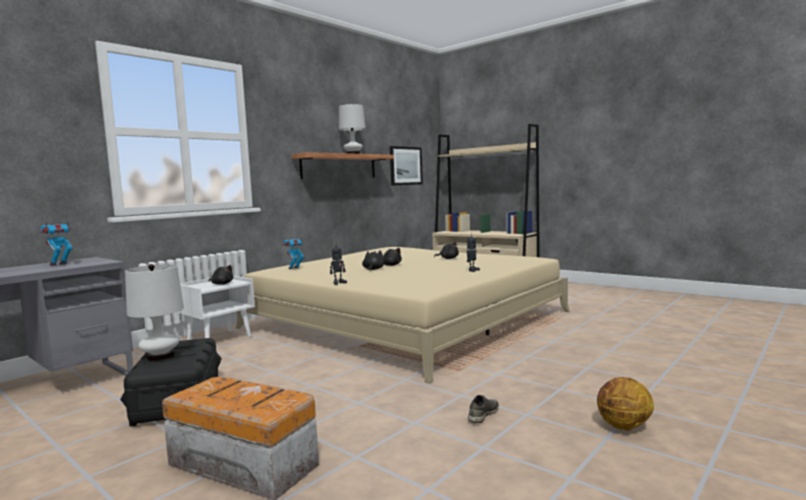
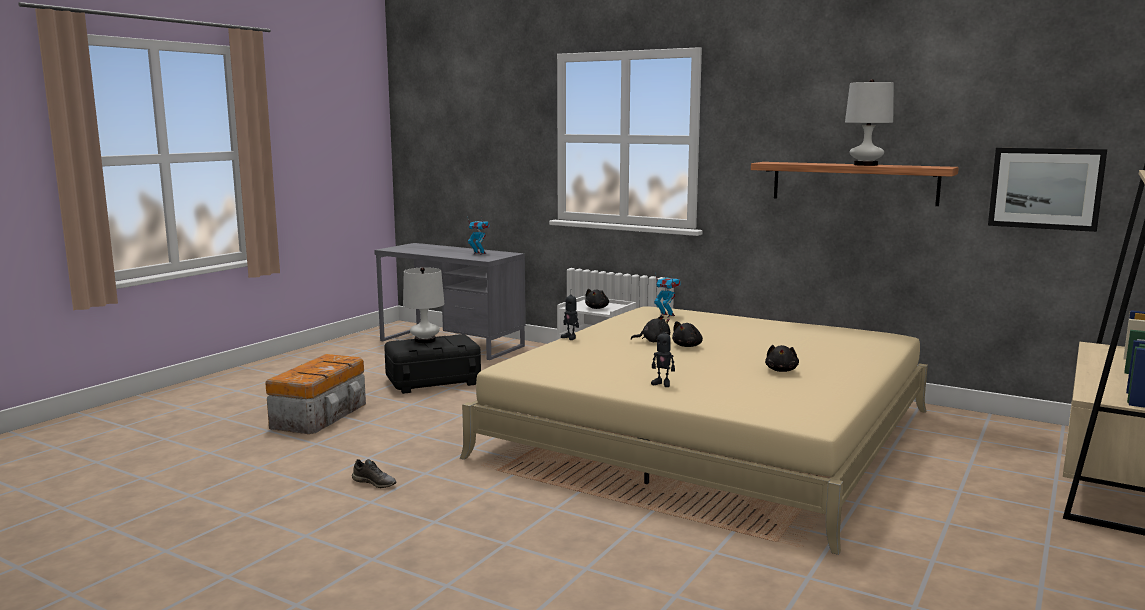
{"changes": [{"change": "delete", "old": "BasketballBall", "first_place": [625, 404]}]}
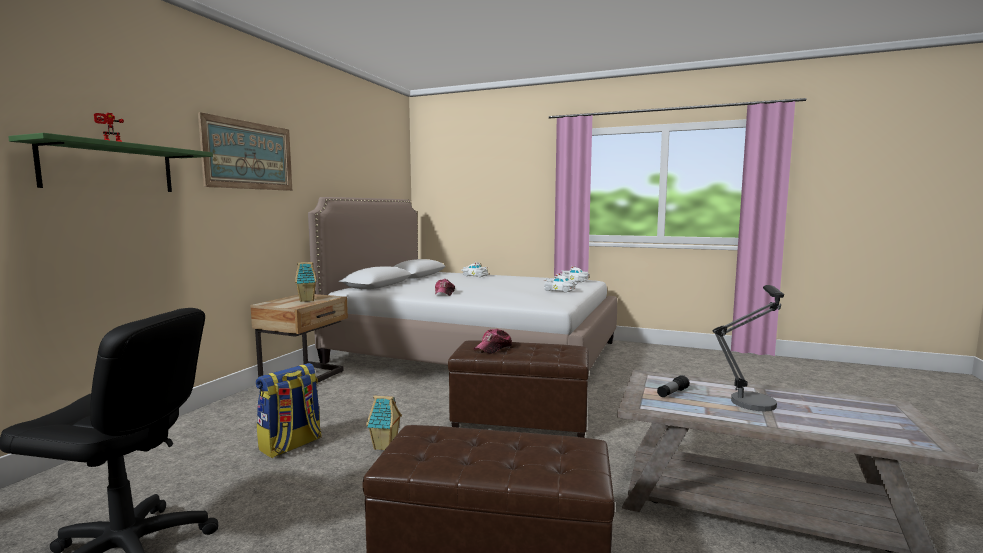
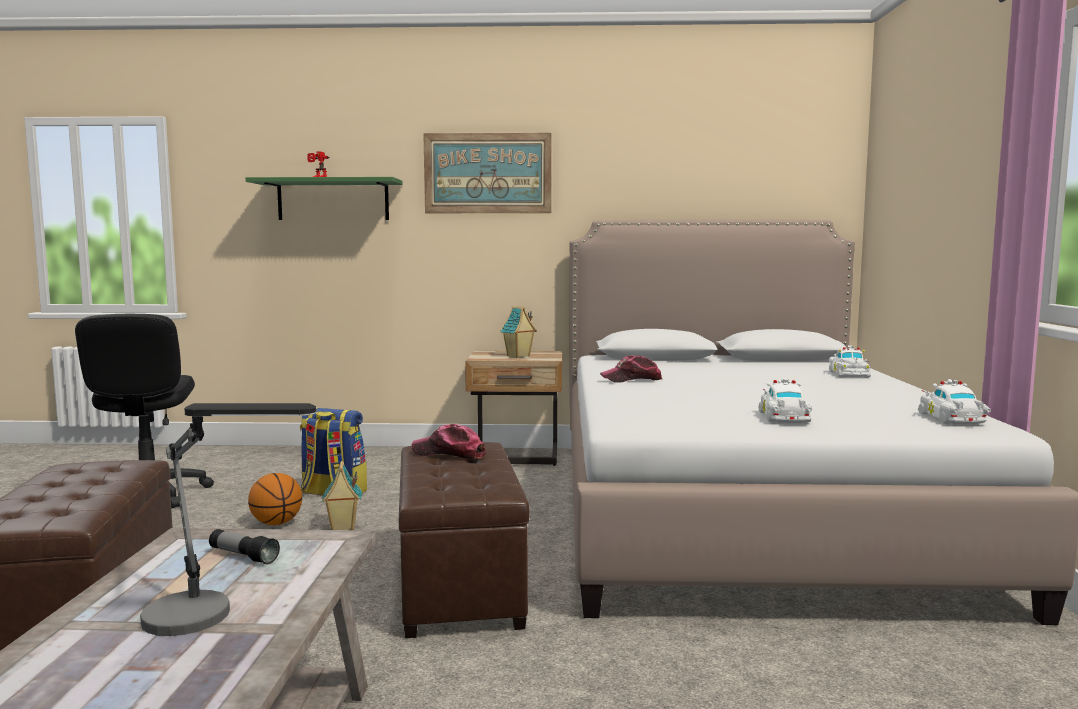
{"changes": [{"change": "insert", "new": "BasketballBall", "second_place": [275, 499]}]}
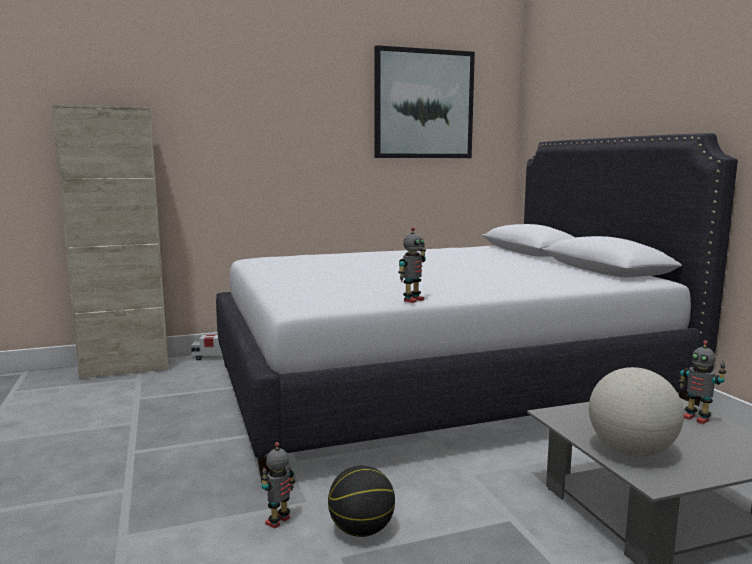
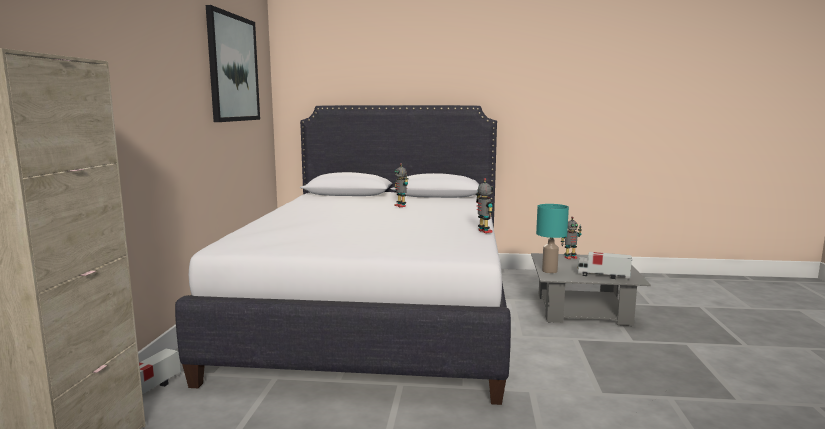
{"changes": [{"change": "replace", "old": "WorldGlobe", "new": "ToyLorry", "first_place": [636, 412], "second_place": [604, 265]}, {"change": "move", "old": "RobotFigure", "first_place": [278, 485], "second_place": [401, 185]}, {"change": "delete", "old": "BasketballBall", "first_place": [361, 501]}, {"change": "insert", "new": "BlueGreenTabletopLamp", "second_place": [552, 239]}]}
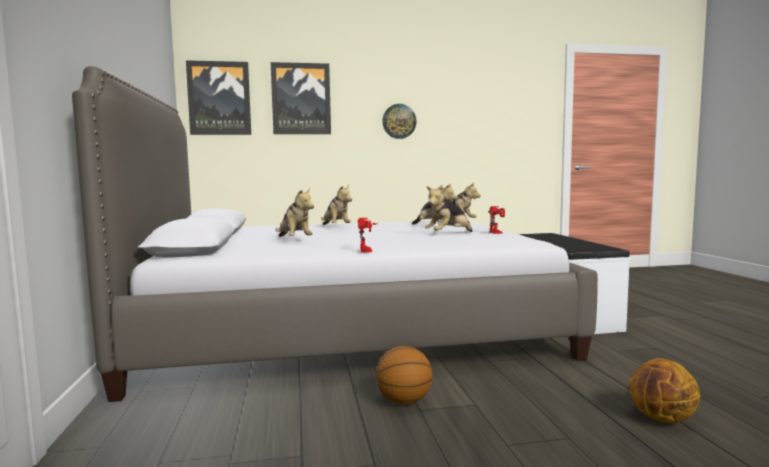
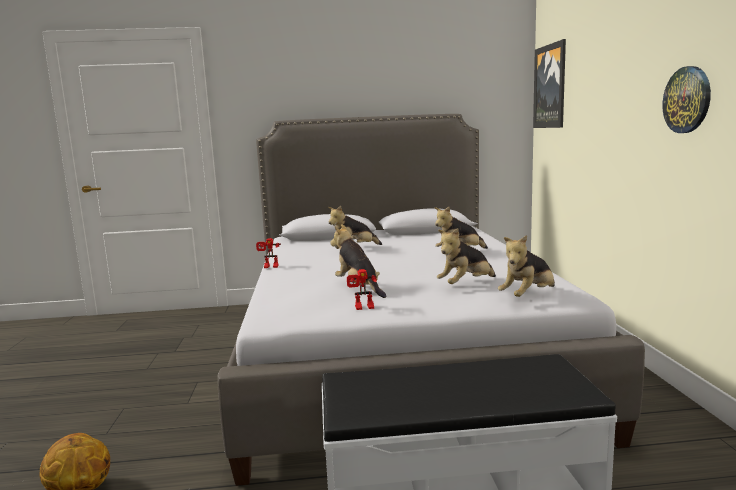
{"changes": [{"change": "delete", "old": "WallPicture", "first_place": [301, 98]}, {"change": "delete", "old": "BasketballBall", "first_place": [404, 375]}]}
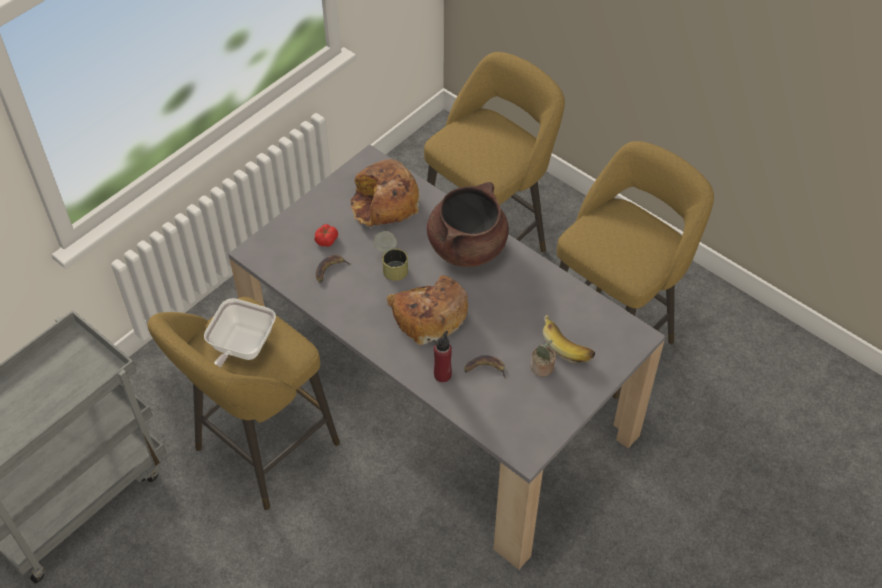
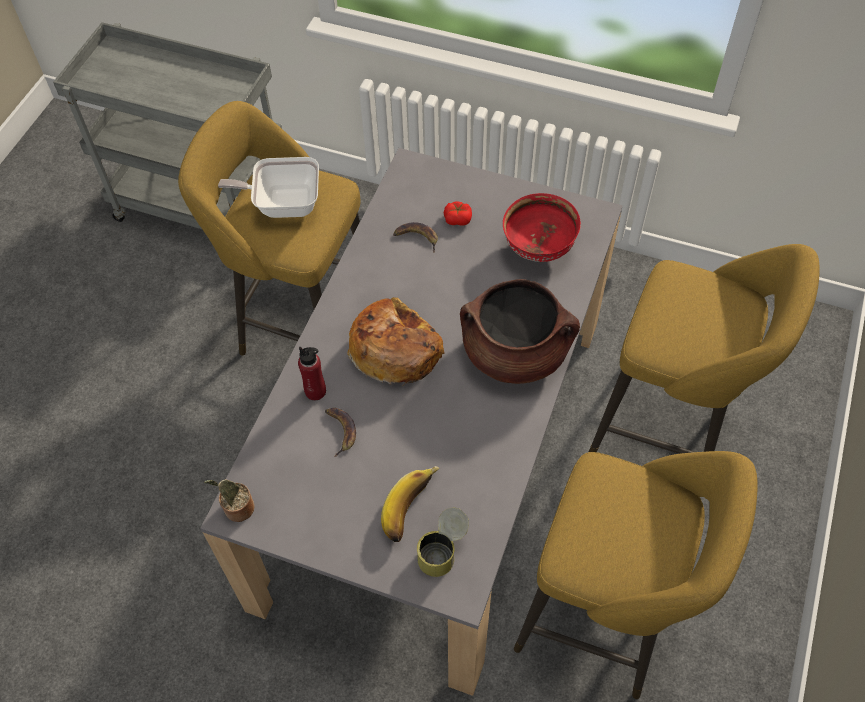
{"changes": [{"change": "replace", "old": "Bread", "new": "RedColouredServingBowl", "first_place": [385, 193], "second_place": [542, 227]}, {"change": "move", "old": "SealedCan", "first_place": [391, 256], "second_place": [443, 542]}, {"change": "move", "old": "PottedPlant", "first_place": [543, 358], "second_place": [229, 500]}]}
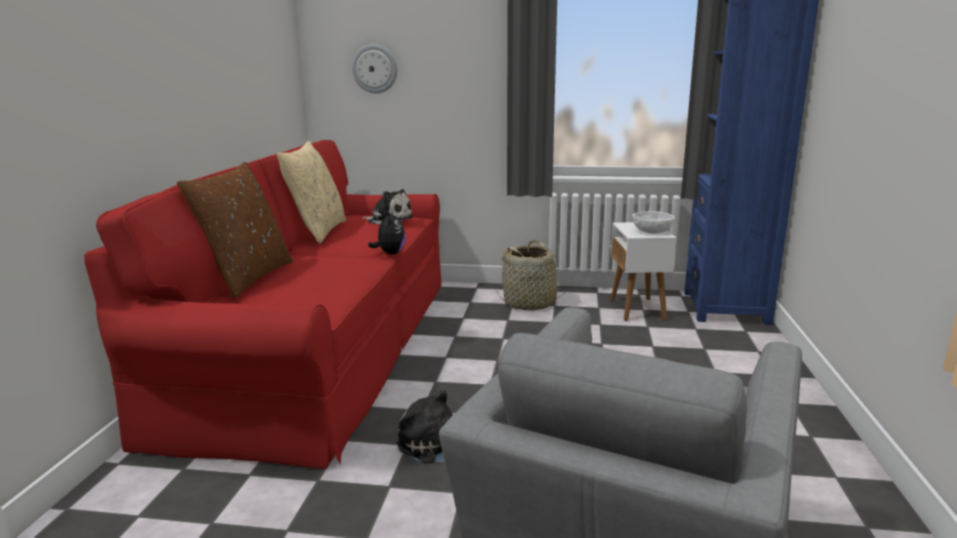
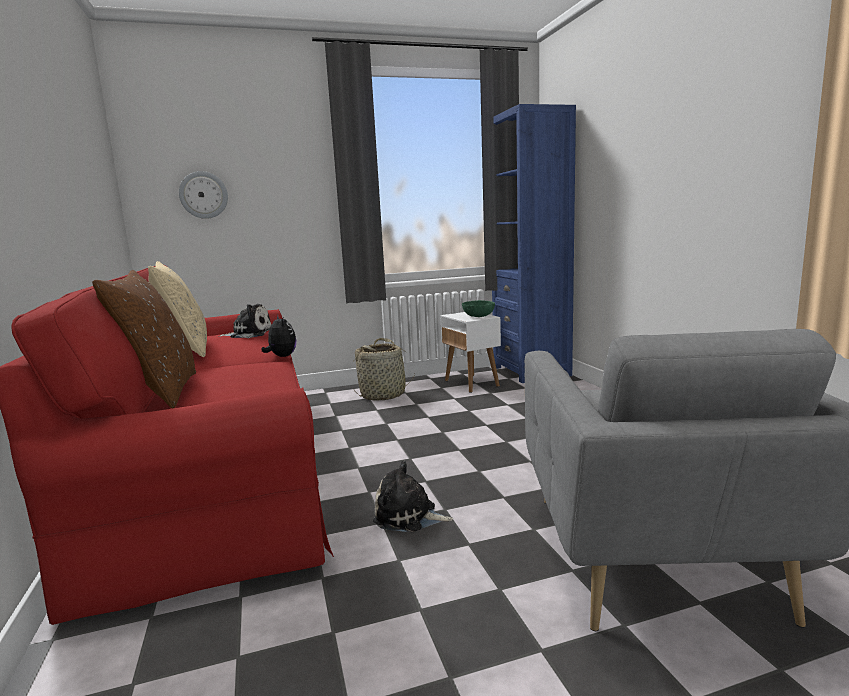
{"changes": [{"change": "recolor", "old": "WhitishServingBowl", "new": "GreenishServingBowl", "first_place": [653, 222], "second_place": [478, 308]}]}
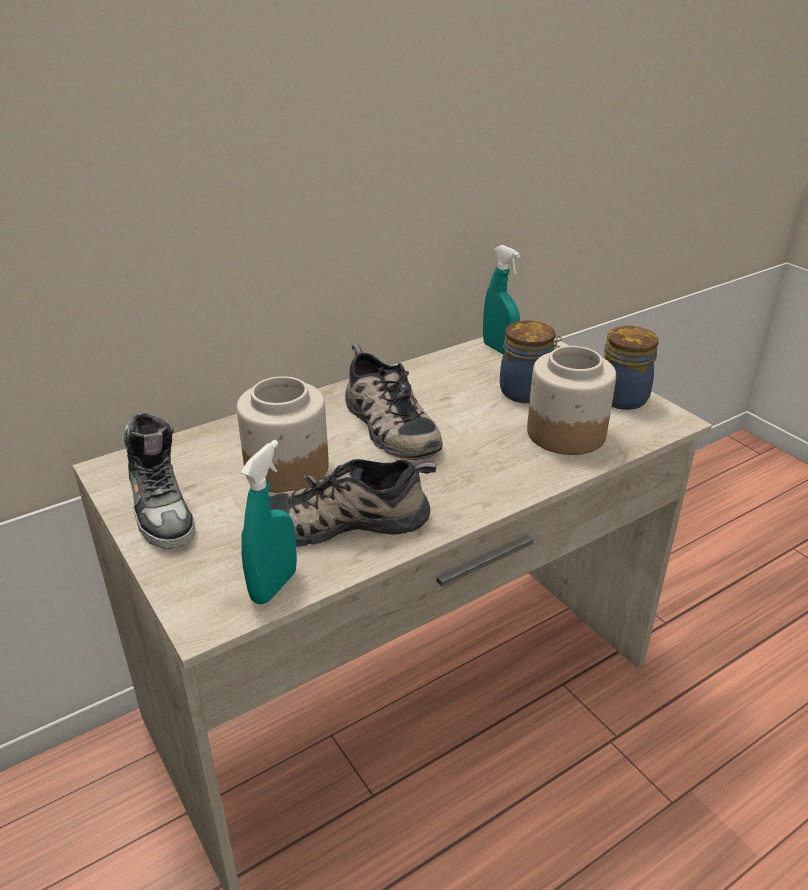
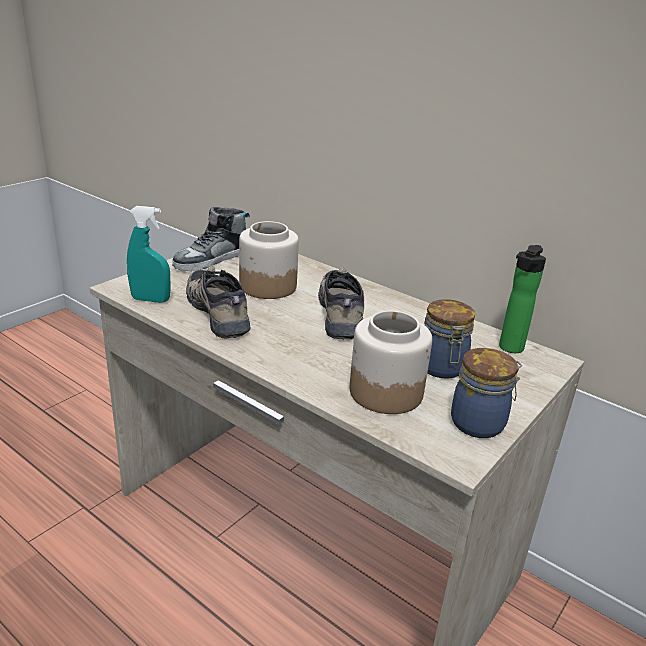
{"changes": [{"change": "replace", "old": "BlueGreenHandSprayer", "new": "Bottle", "first_place": [502, 299], "second_place": [522, 299]}, {"change": "rotate", "old": "Shoe", "first_place": [394, 402], "second_place": [341, 303], "degrees": 135}]}
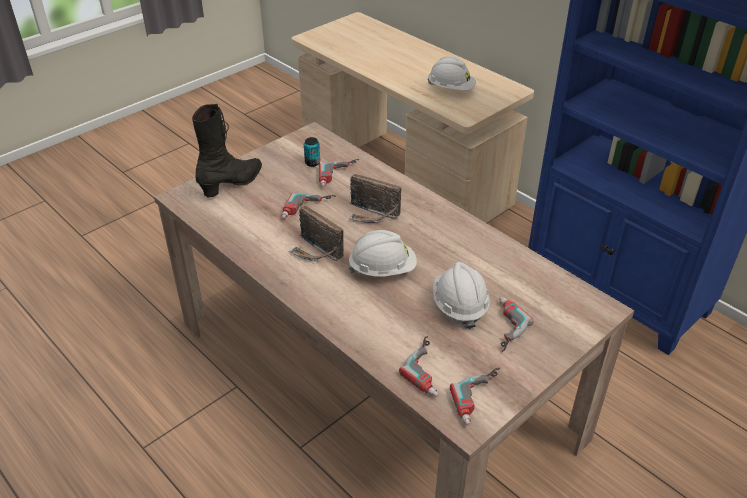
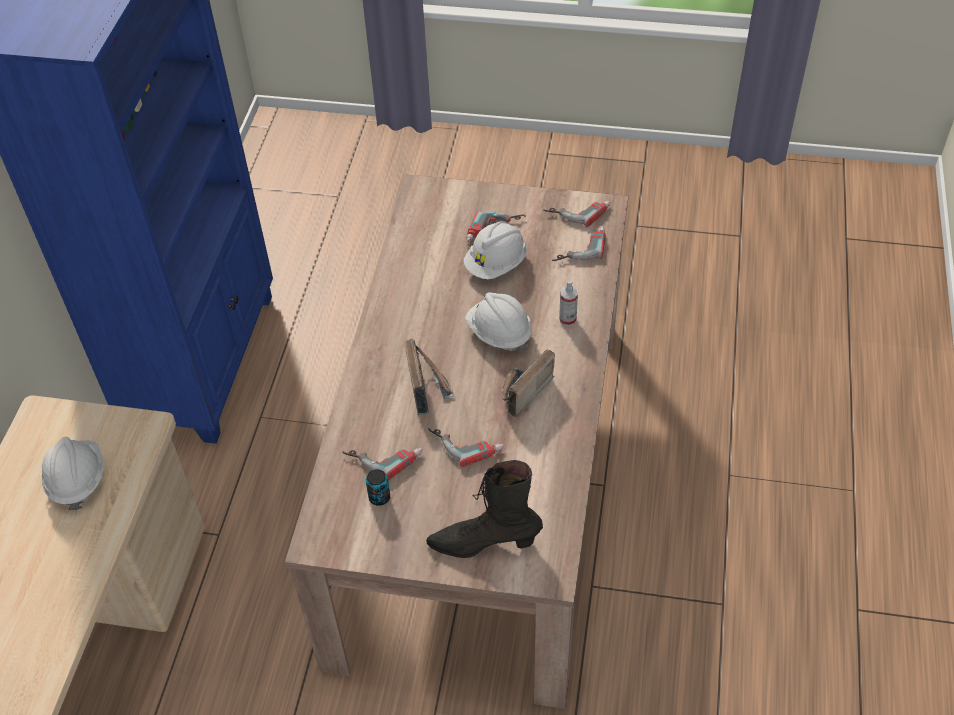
{"changes": [{"change": "rotate", "old": "Radio", "first_place": [316, 233], "second_place": [528, 383], "degrees": -150}, {"change": "insert", "new": "HandSprayer", "second_place": [568, 303]}]}
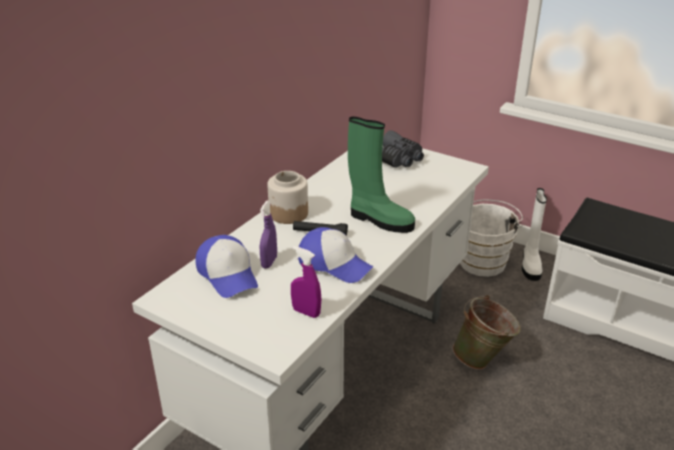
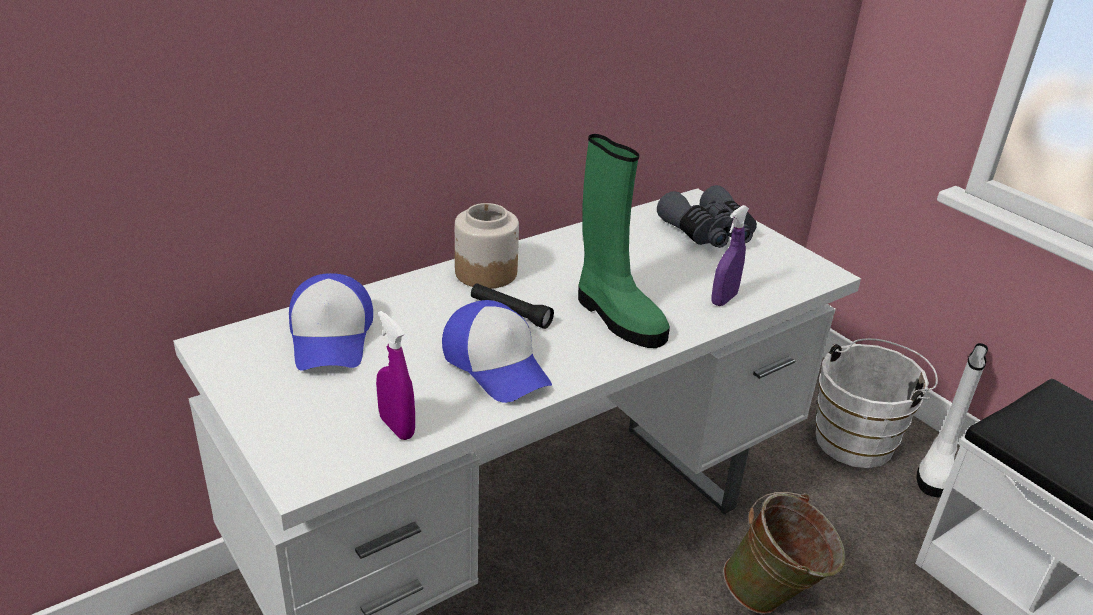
{"changes": [{"change": "move", "old": "PurpleHandSprayer", "first_place": [268, 234], "second_place": [730, 255]}]}
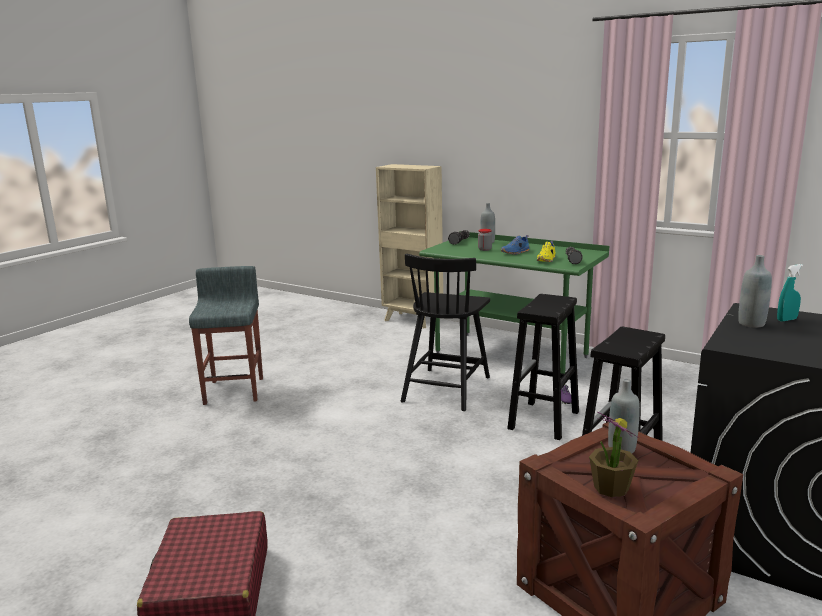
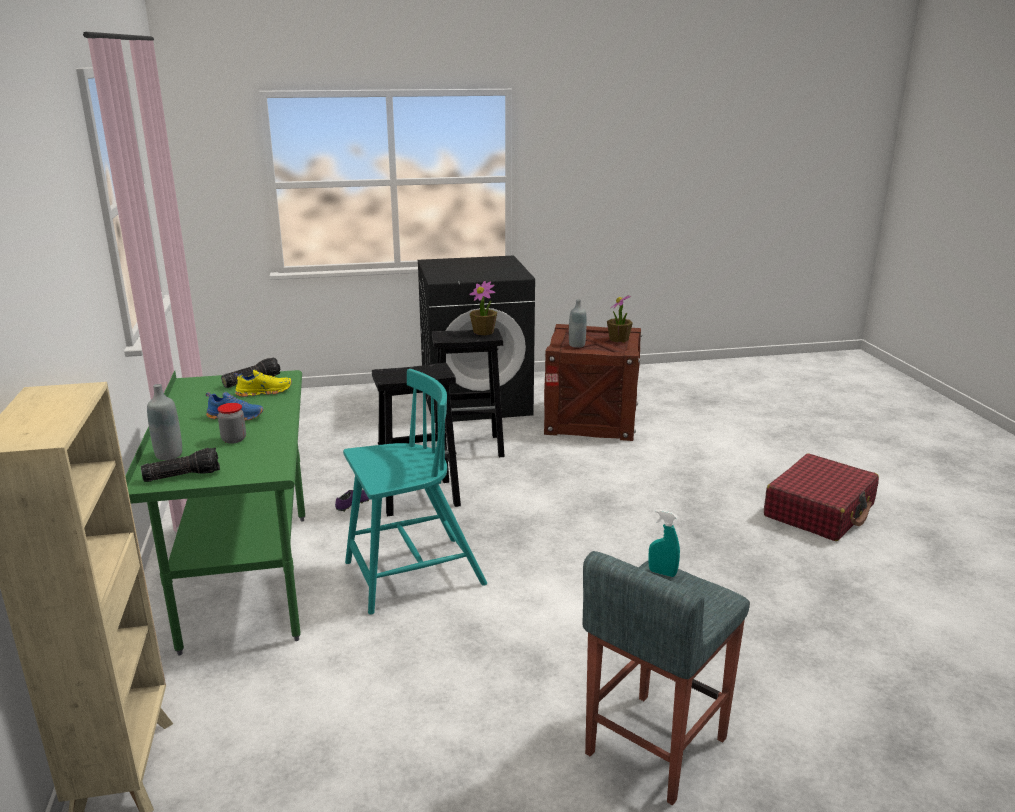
{"changes": [{"change": "recolor", "old": "BlackishUprightChair", "new": "BlueGreenUprightChair", "first_place": [445, 332], "second_place": [415, 492]}, {"change": "delete", "old": "GreyBottle", "first_place": [755, 291]}, {"change": "move", "old": "BlueGreenHandSprayer", "first_place": [790, 293], "second_place": [664, 543]}, {"change": "insert", "new": "PottedPlant", "second_place": [483, 308]}]}
